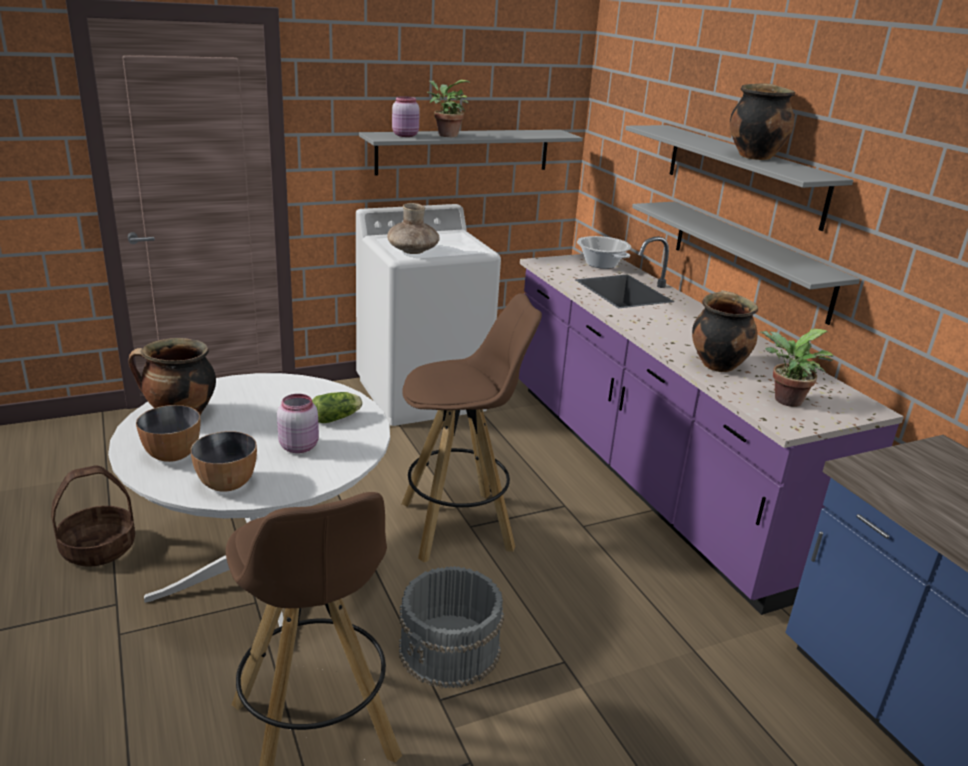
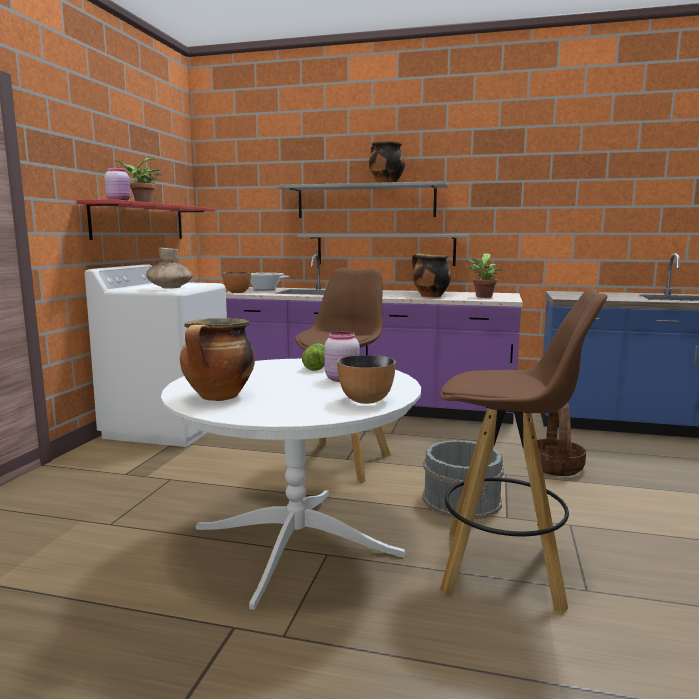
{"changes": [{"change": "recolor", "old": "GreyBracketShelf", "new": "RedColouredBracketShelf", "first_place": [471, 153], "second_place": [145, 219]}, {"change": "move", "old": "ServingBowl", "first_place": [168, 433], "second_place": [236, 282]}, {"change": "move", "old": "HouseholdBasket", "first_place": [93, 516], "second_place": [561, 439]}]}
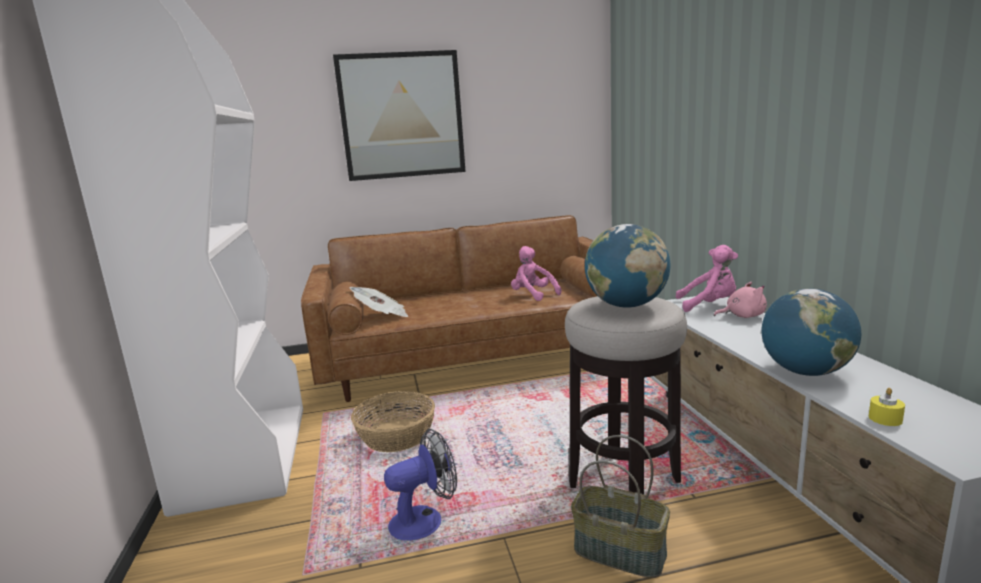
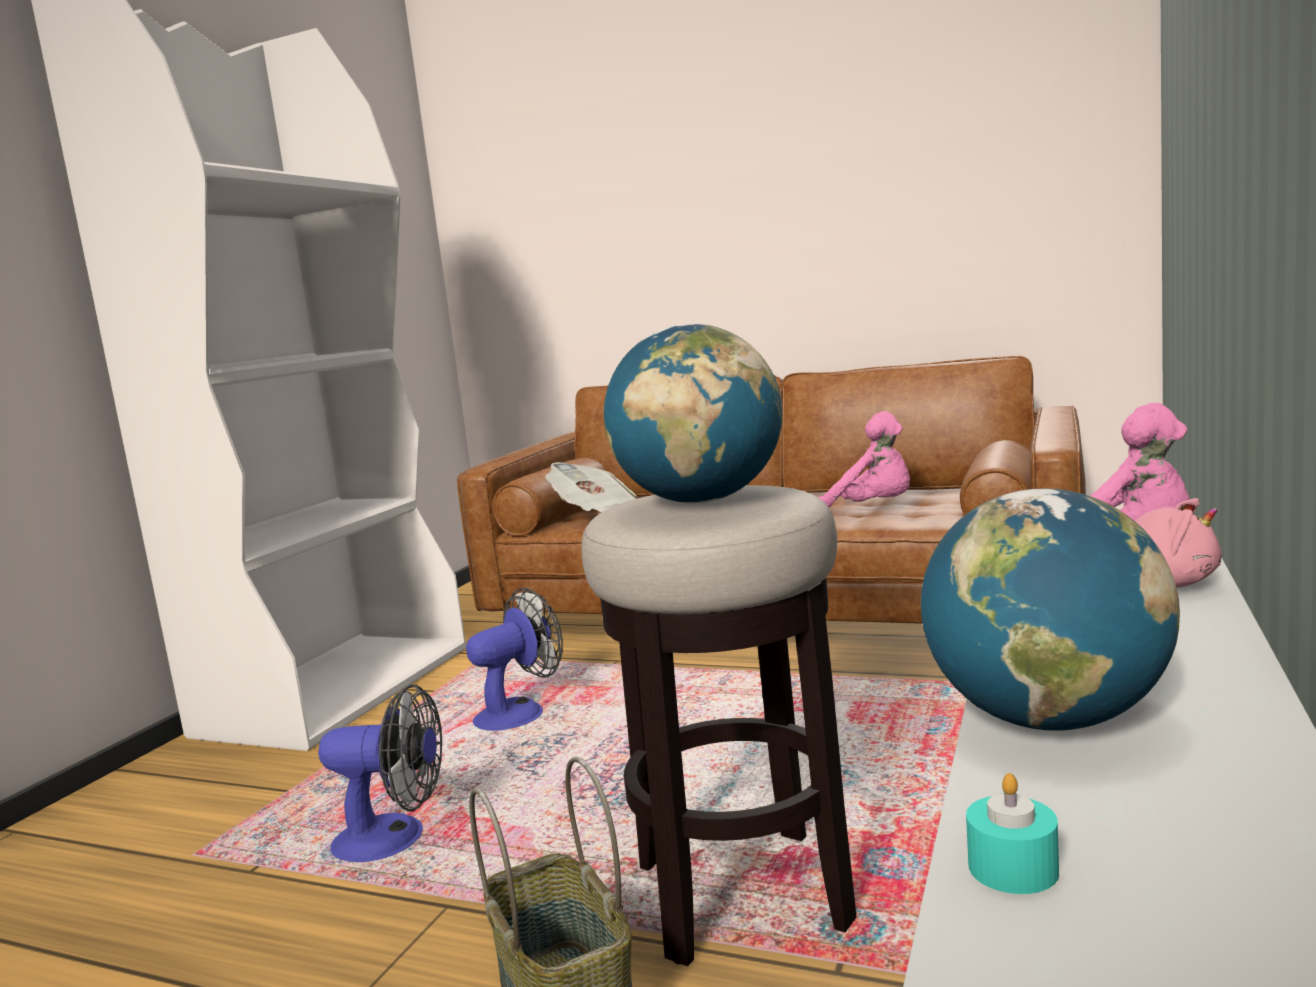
{"changes": [{"change": "delete", "old": "WallPicture", "first_place": [399, 115]}, {"change": "rotate", "old": "PinkSoftToy", "first_place": [536, 273], "second_place": [864, 459], "degrees": 135}, {"change": "recolor", "old": "YellowCandle", "new": "BlueGreenCandle", "first_place": [887, 407], "second_place": [1012, 833]}, {"change": "replace", "old": "HouseholdBasket", "new": "CoolingFan", "first_place": [393, 421], "second_place": [514, 659]}]}
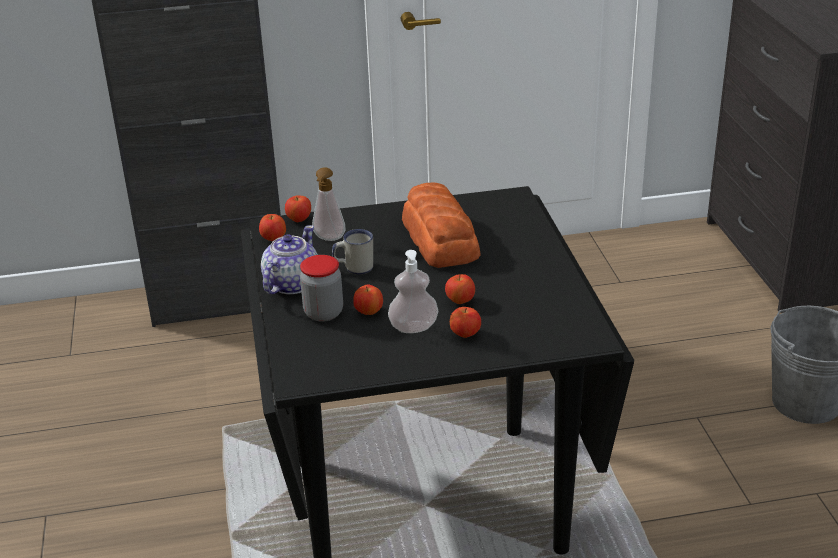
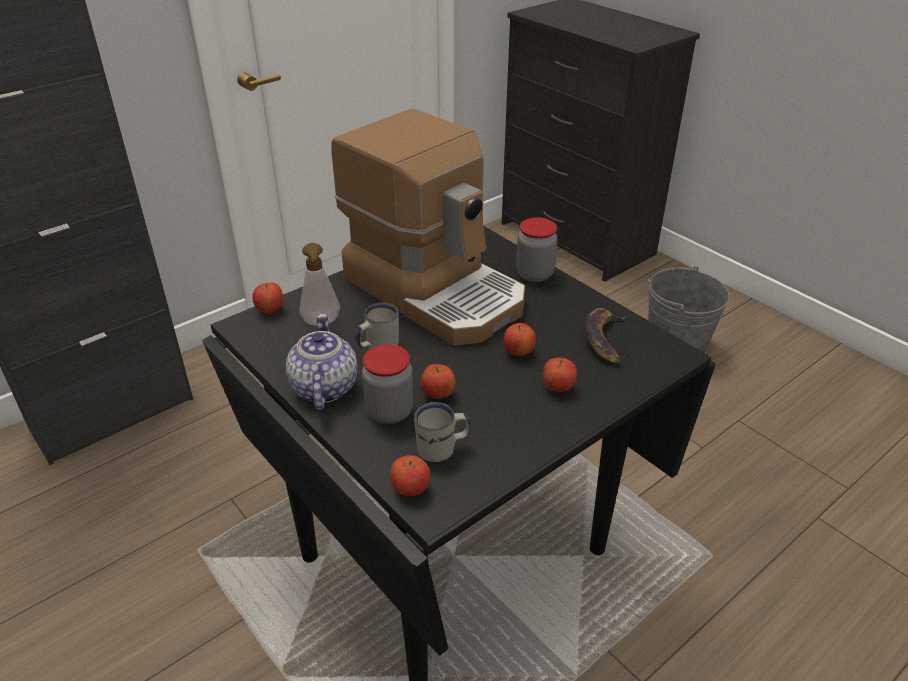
{"changes": [{"change": "replace", "old": "Bread", "new": "CoffeeBrewer", "first_place": [441, 225], "second_place": [428, 227]}, {"change": "move", "old": "Apple", "first_place": [272, 227], "second_place": [410, 475]}, {"change": "delete", "old": "LiquidSoapBottle", "first_place": [413, 291]}, {"change": "insert", "new": "Jar", "second_place": [537, 249]}, {"change": "insert", "new": "Banana", "second_place": [605, 336]}, {"change": "insert", "new": "WhitishMug", "second_place": [442, 433]}]}
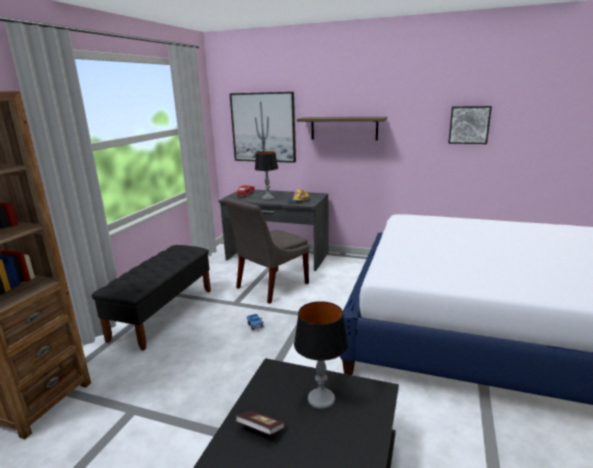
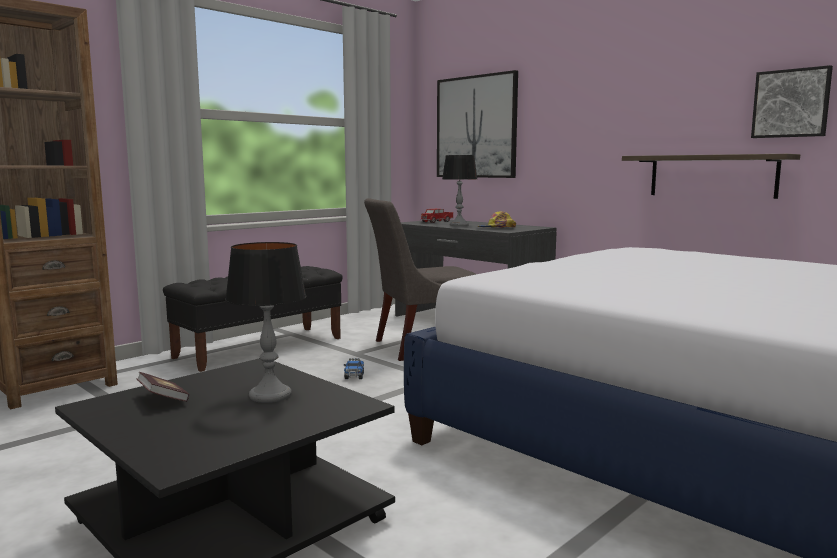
{"changes": [{"change": "move", "old": "BracketShelf", "first_place": [342, 128], "second_place": [711, 176]}]}
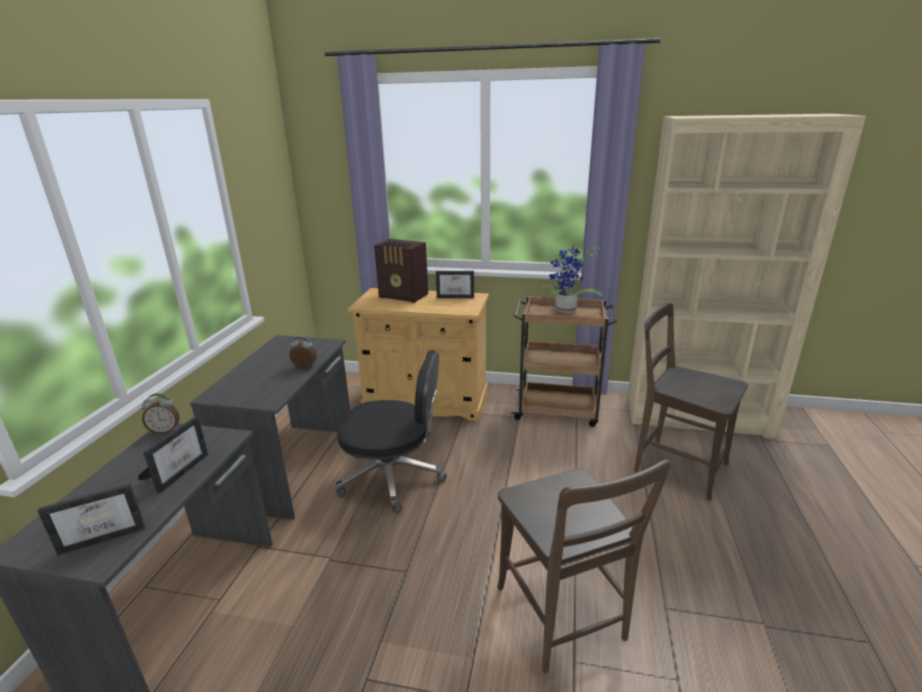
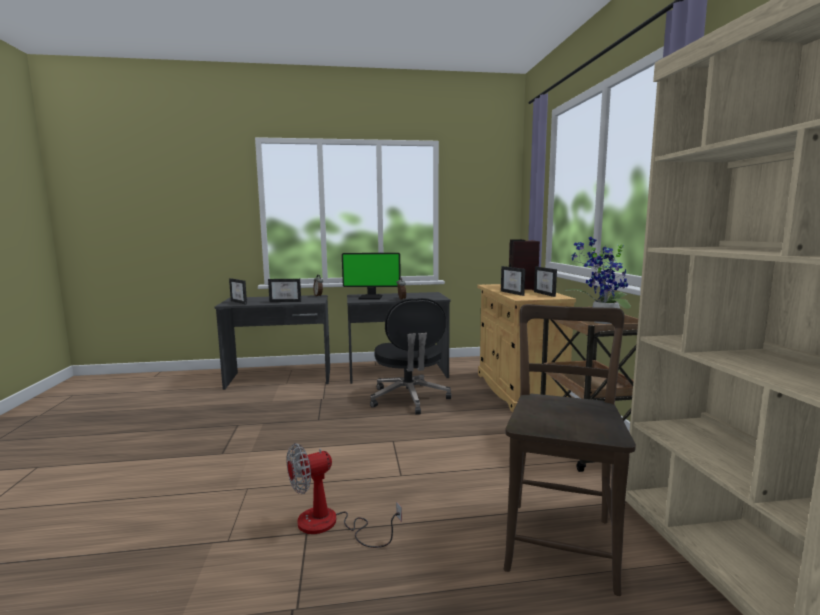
{"changes": [{"change": "delete", "old": "BrownishUprightChair", "first_place": [584, 566]}, {"change": "insert", "new": "ComputerDisplay", "second_place": [371, 276]}, {"change": "insert", "new": "StandingFrame", "second_place": [513, 281]}, {"change": "insert", "new": "CoolingFan", "second_place": [344, 495]}]}
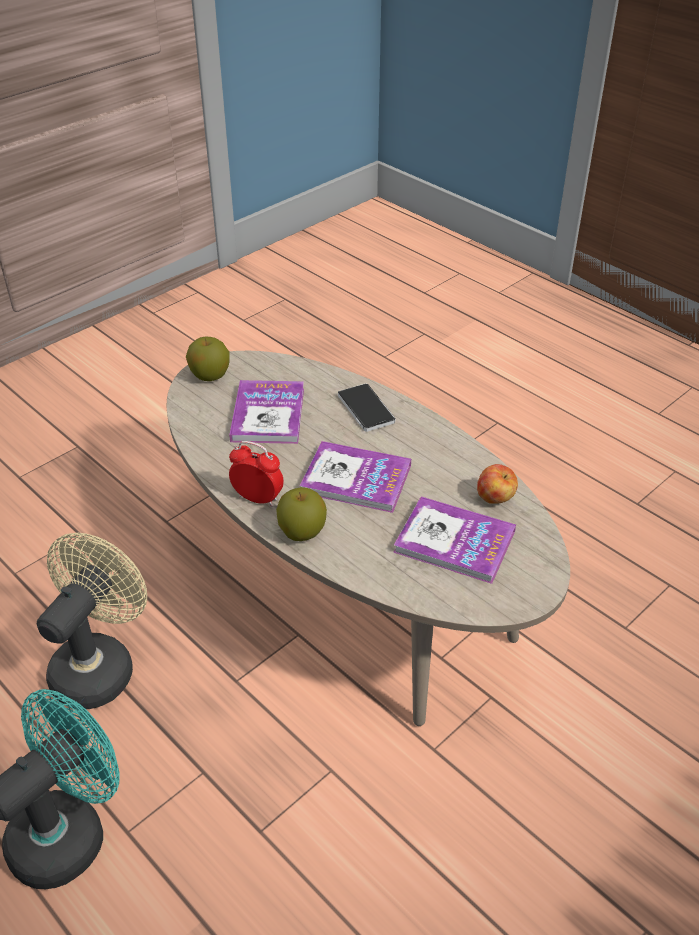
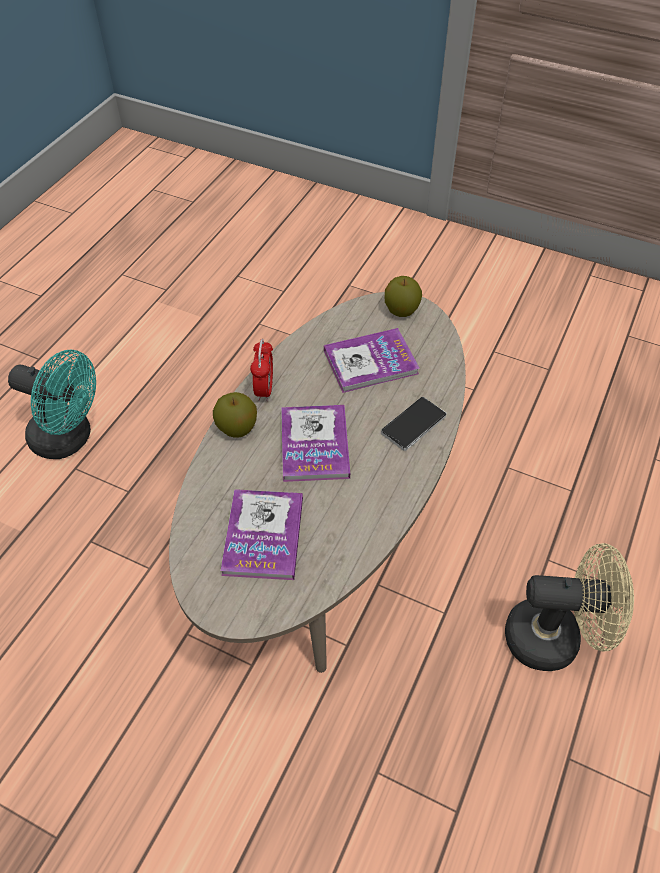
{"changes": [{"change": "delete", "old": "Apple", "first_place": [497, 484]}, {"change": "move", "old": "BeigeCoolingFan", "first_place": [92, 621], "second_place": [569, 607]}]}
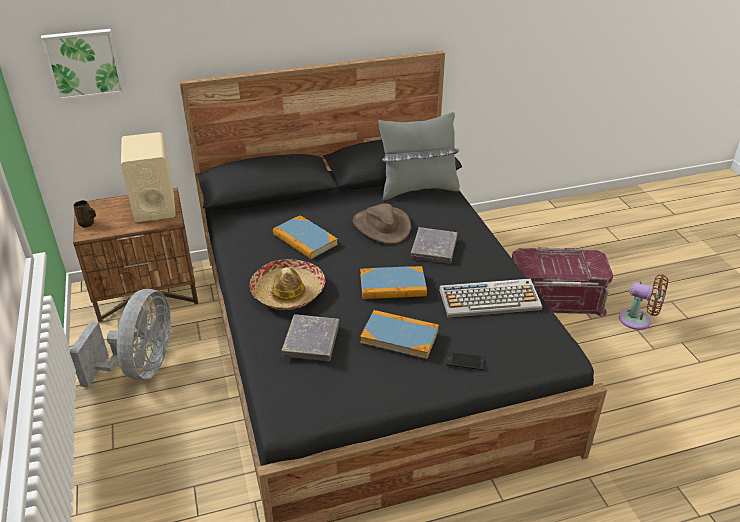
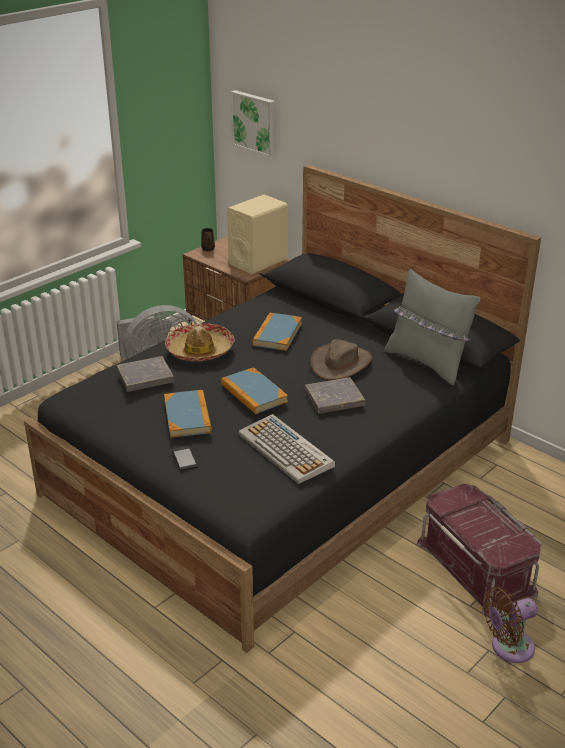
{"changes": [{"change": "rotate", "old": "BrownishCoolingFan", "first_place": [643, 302], "second_place": [510, 625], "degrees": 75}]}
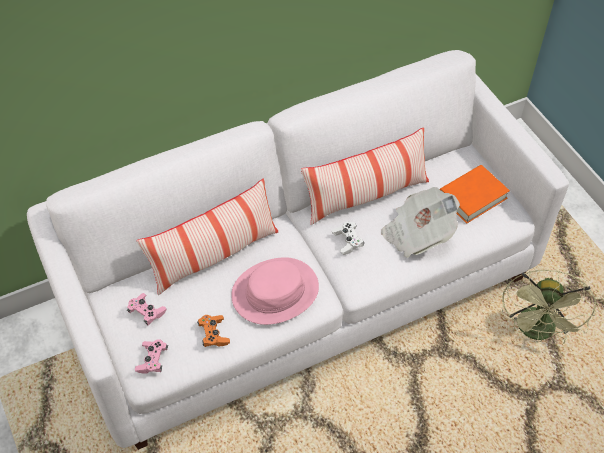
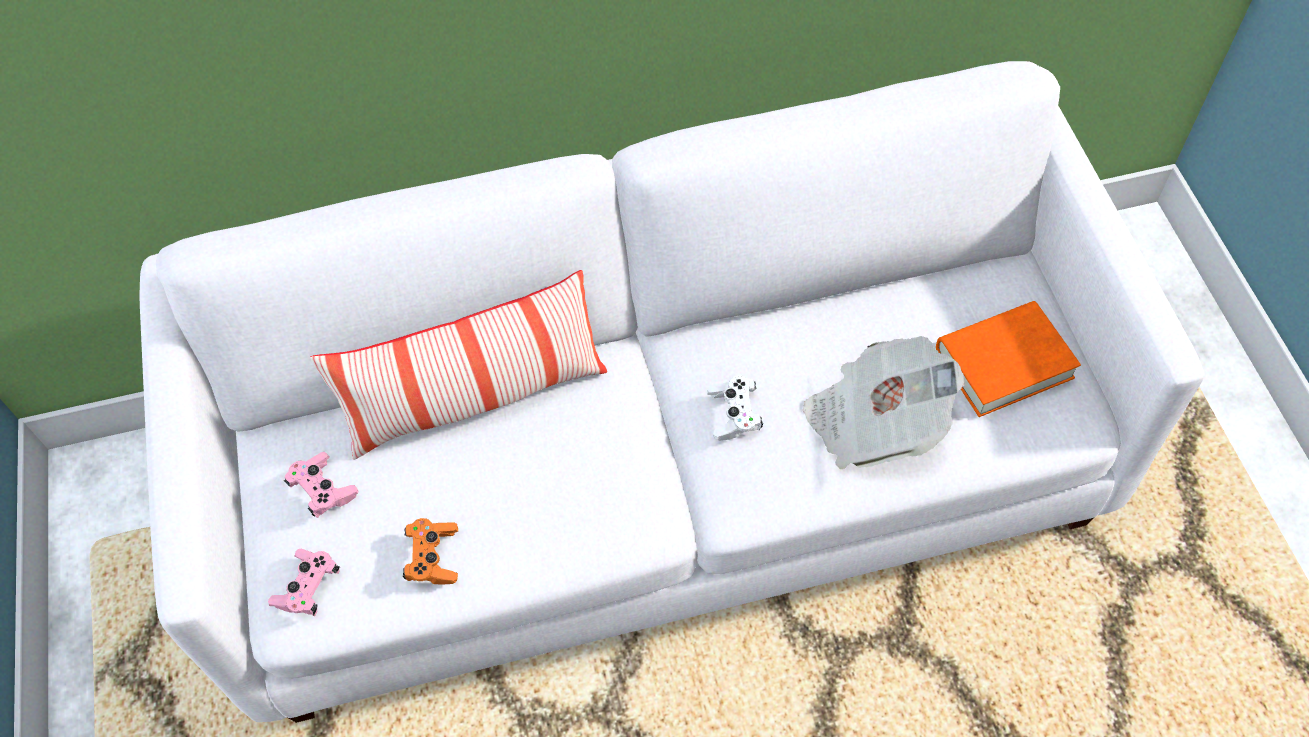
{"changes": [{"change": "delete", "old": "ThrowPillow", "first_place": [365, 176]}, {"change": "delete", "old": "PinkClothingHat", "first_place": [275, 291]}, {"change": "delete", "old": "GreenishCoolingFan", "first_place": [549, 307]}]}
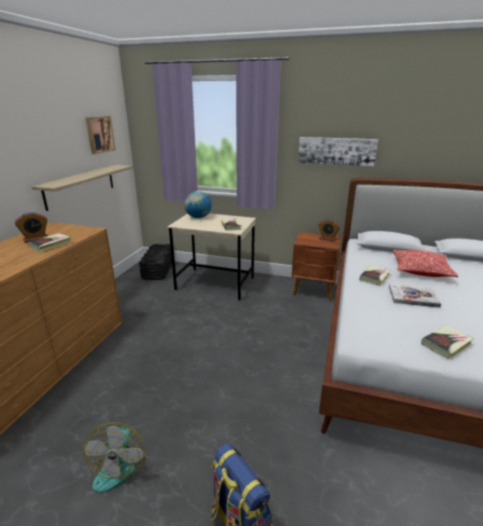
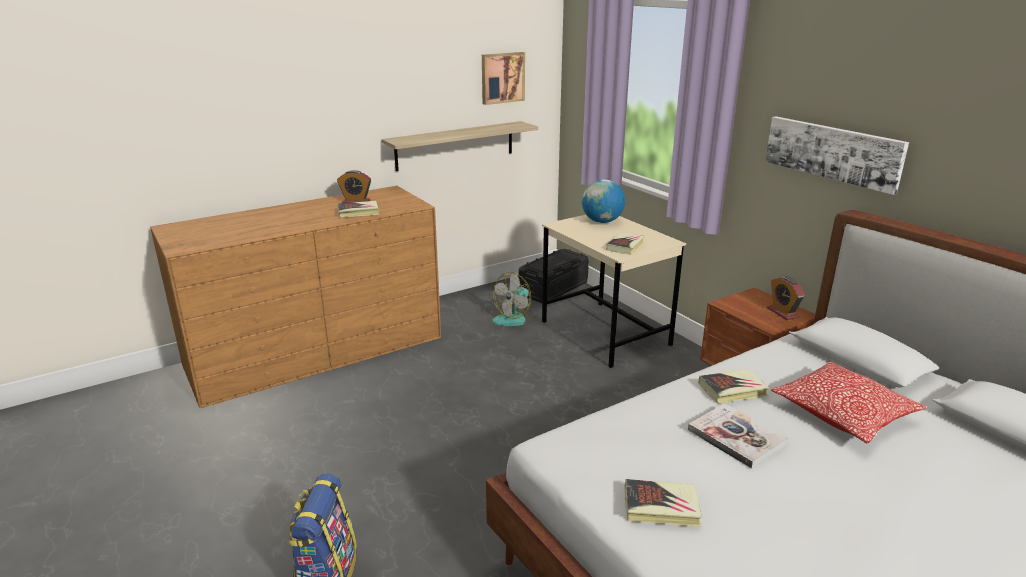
{"changes": [{"change": "move", "old": "CoolingFan", "first_place": [114, 457], "second_place": [514, 299]}]}
